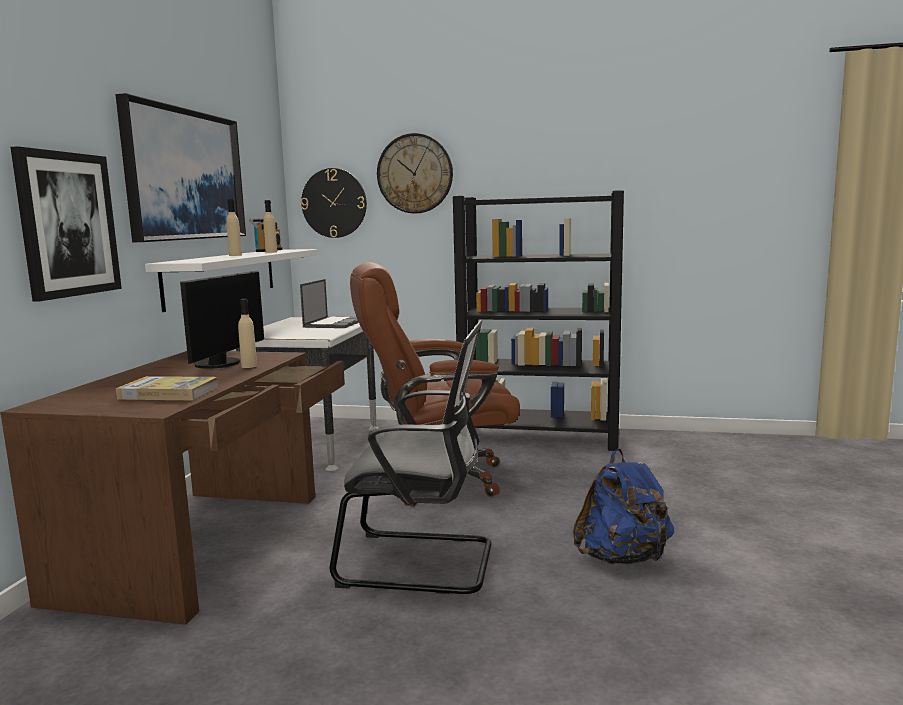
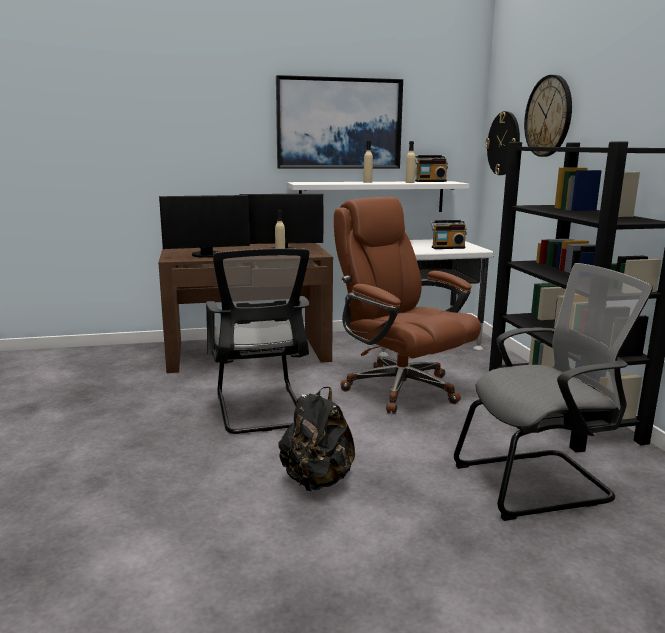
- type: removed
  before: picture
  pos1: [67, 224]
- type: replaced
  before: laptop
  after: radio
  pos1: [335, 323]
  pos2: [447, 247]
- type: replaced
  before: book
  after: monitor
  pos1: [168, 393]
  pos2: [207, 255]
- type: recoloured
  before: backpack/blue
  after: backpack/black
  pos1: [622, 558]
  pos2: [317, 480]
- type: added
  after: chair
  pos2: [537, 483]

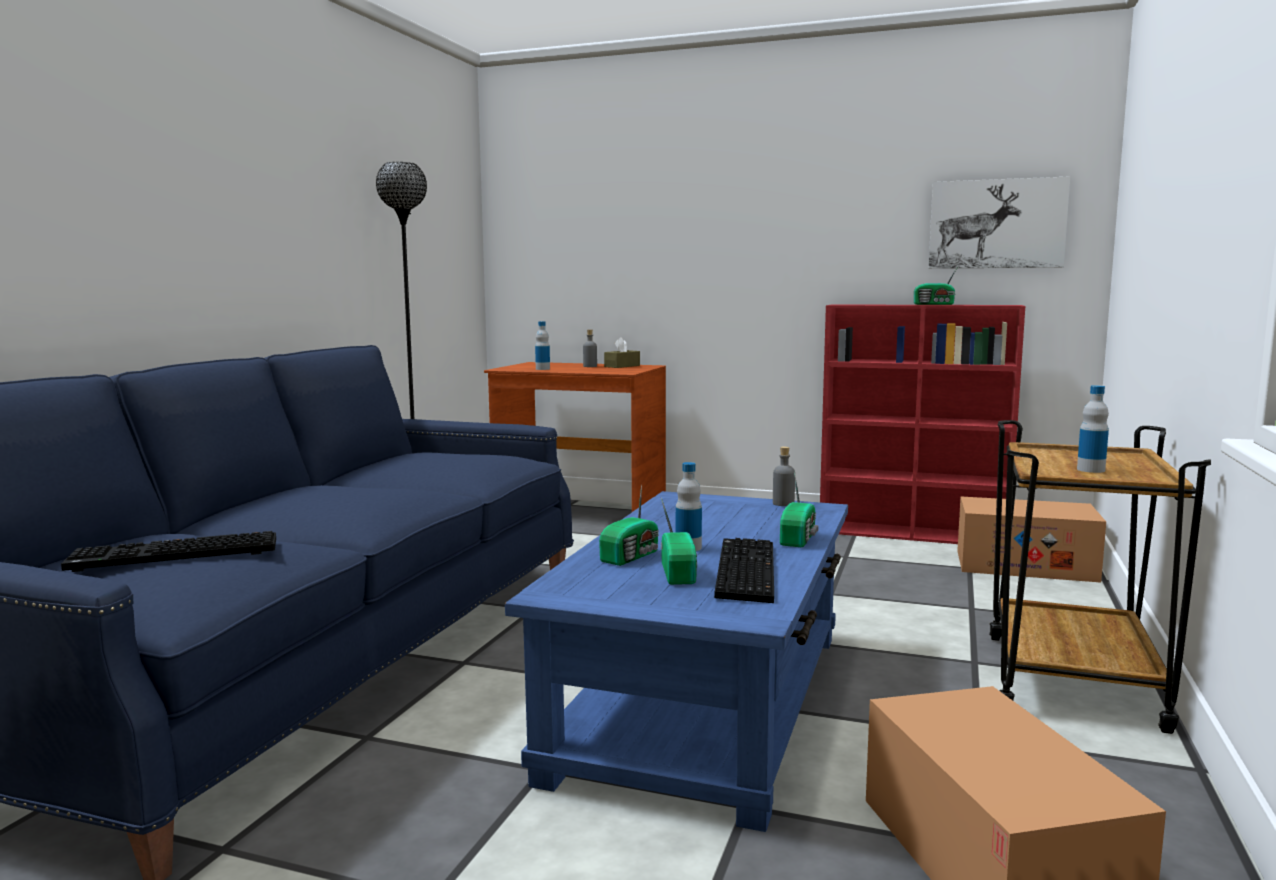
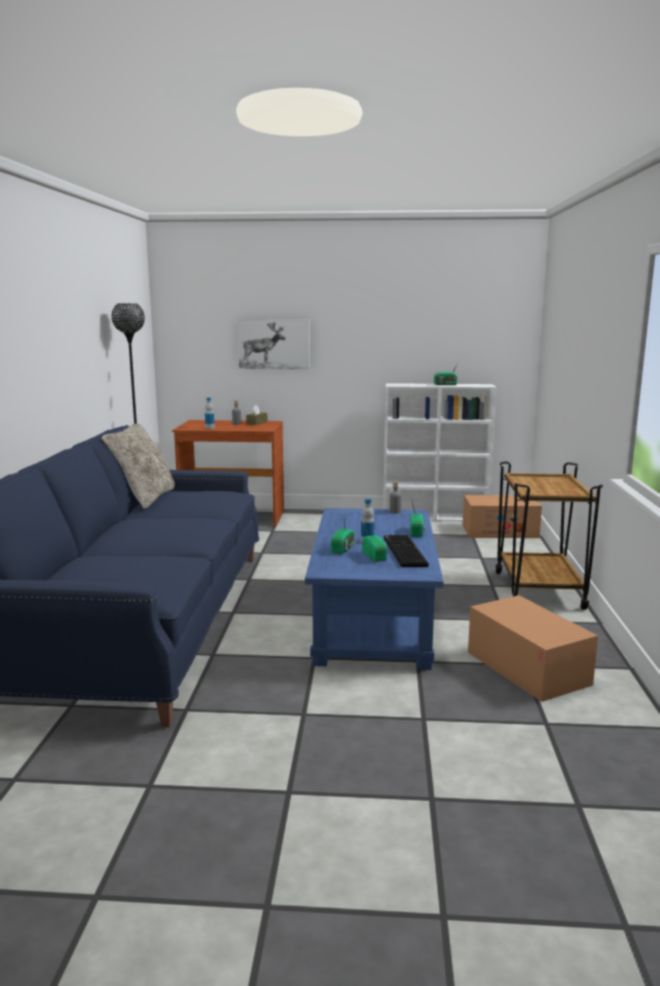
- type: moved
  before: picture
  pos1: [996, 224]
  pos2: [274, 343]
- type: recoloured
  before: bookcase/red
  after: bookcase/white
  pos1: [914, 534]
  pos2: [435, 516]
- type: removed
  before: bottle
  pos1: [1091, 470]
- type: removed
  before: keyboard
  pos1: [173, 555]
- type: added
  after: pillow/beige
  pos2: [144, 497]

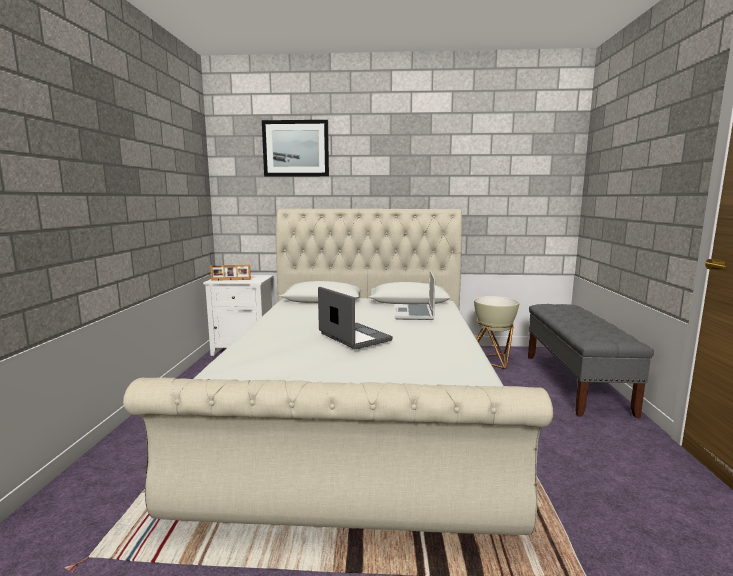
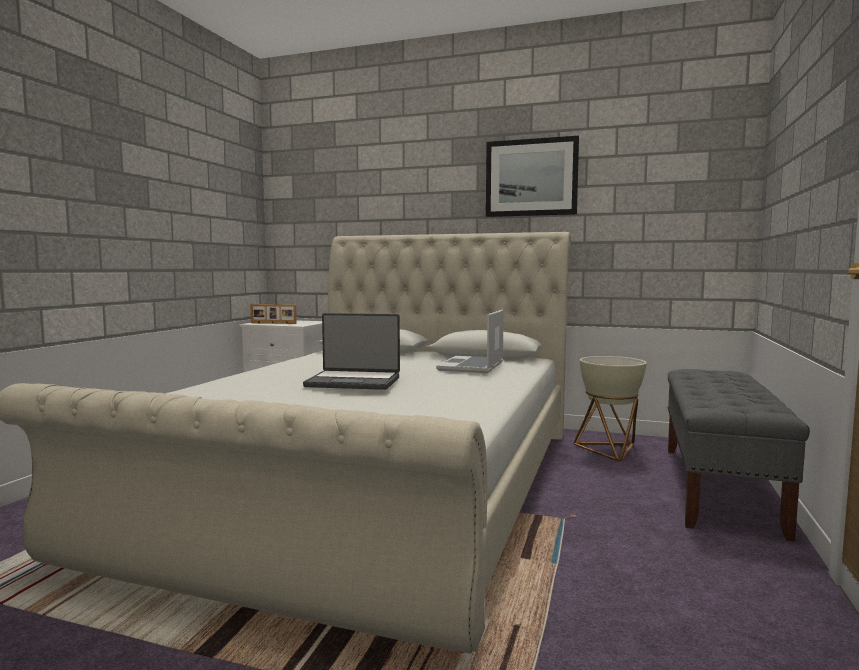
- type: moved
  before: picture
  pos1: [296, 148]
  pos2: [531, 177]
- type: turned
  before: laptop
  pos1: [353, 337]
  pos2: [354, 382]
  turn: 120

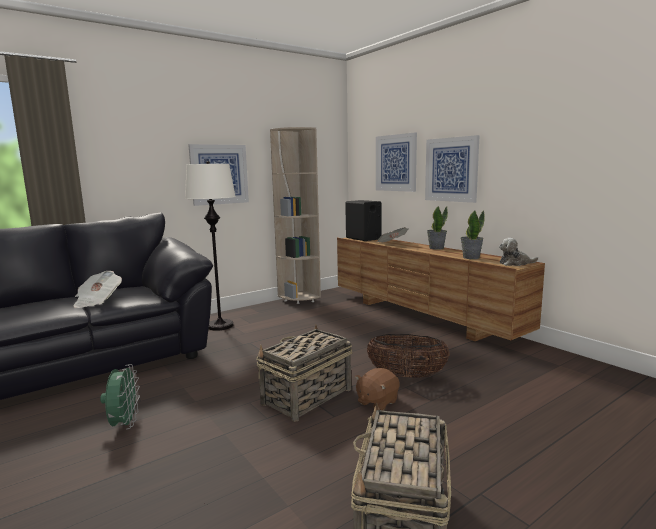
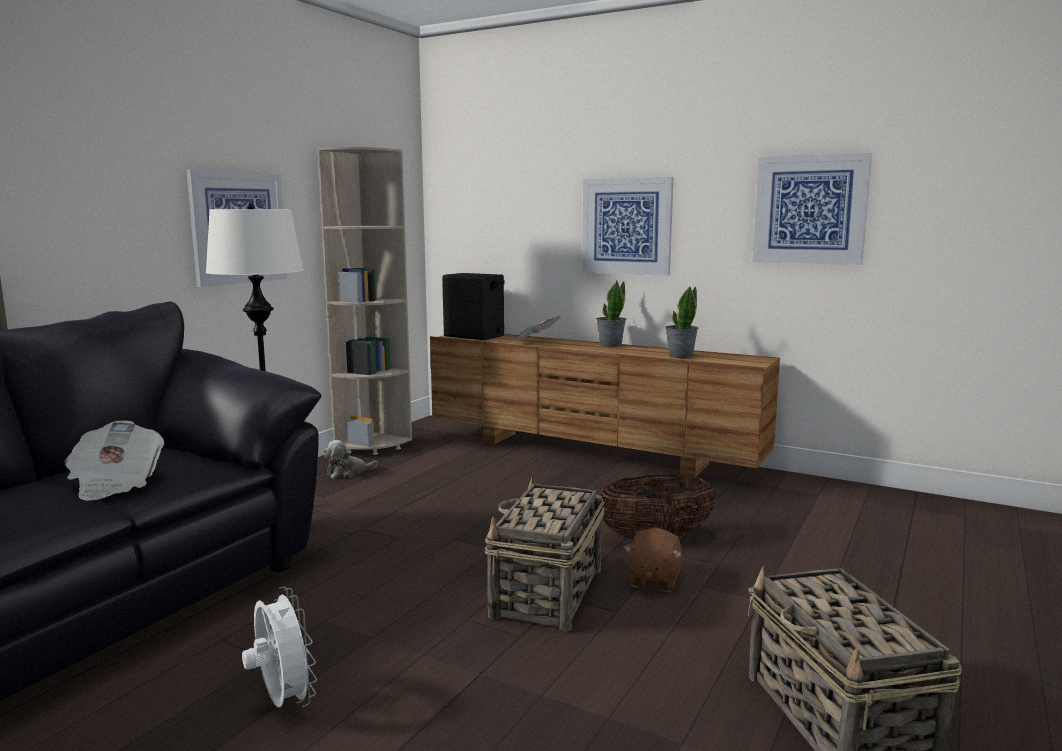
- type: moved
  before: picture
  pos1: [396, 163]
  pos2: [810, 209]
- type: moved
  before: plush toy
  pos1: [515, 263]
  pos2: [348, 473]
- type: recoloured
  before: fan/green
  after: fan/white
  pos1: [124, 424]
  pos2: [282, 702]

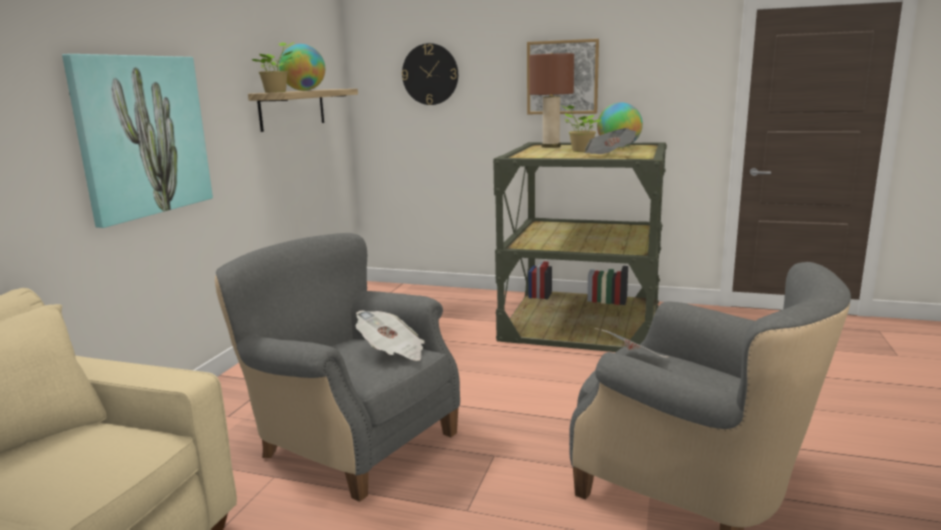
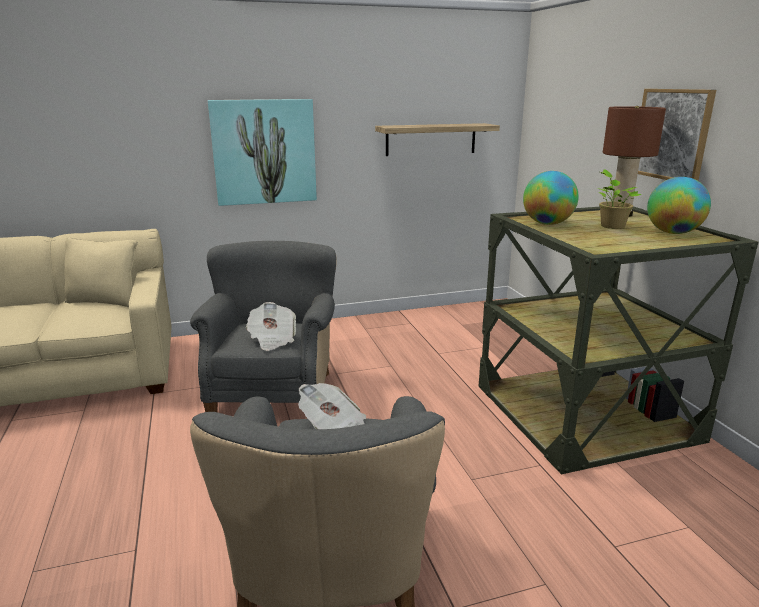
- type: removed
  before: potted plant
  pos1: [277, 92]
- type: removed
  before: wall clock
  pos1: [430, 74]
- type: moved
  before: globe
  pos1: [304, 90]
  pos2: [547, 224]
- type: removed
  before: newspaper
  pos1: [609, 156]

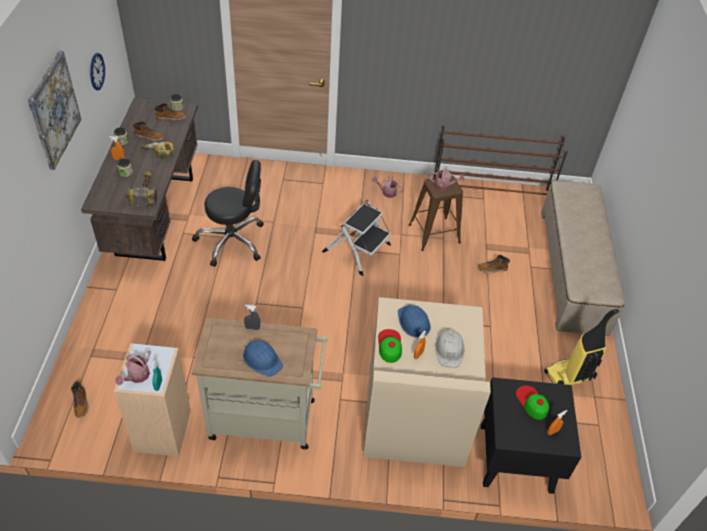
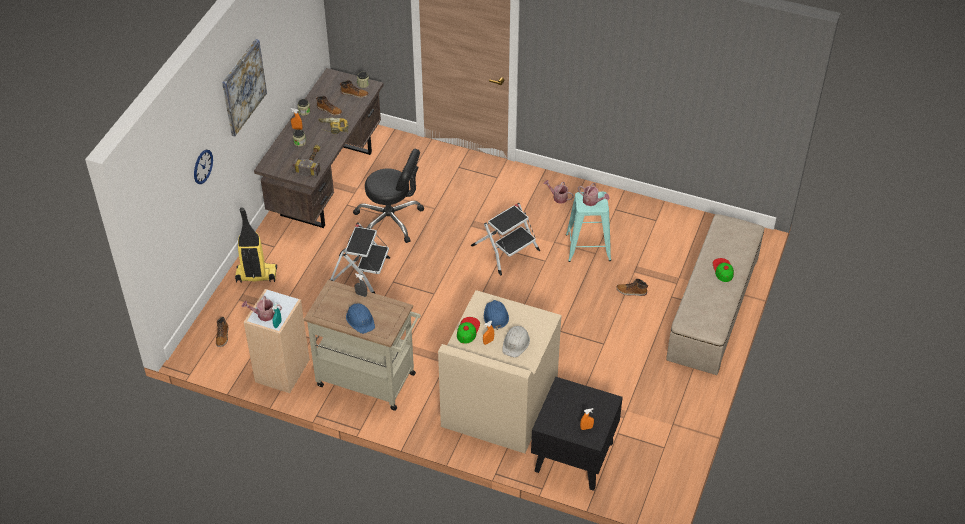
- type: moved
  before: wall clock
  pos1: [97, 71]
  pos2: [202, 166]
- type: removed
  before: shoe rack/brown
  pos1: [491, 191]
- type: recoloured
  before: stool/brown
  after: stool/turquoise
  pos1: [434, 234]
  pos2: [588, 247]
- type: moved
  before: vacuum cleaner
  pos1: [569, 376]
  pos2: [256, 276]
- type: turned
  before: watering can
  pos1: [137, 376]
  pos2: [263, 315]
  turn: 45
- type: moved
  before: cap
  pos1: [532, 402]
  pos2: [723, 270]
- type: added
  after: step ladder
  pos2: [360, 272]

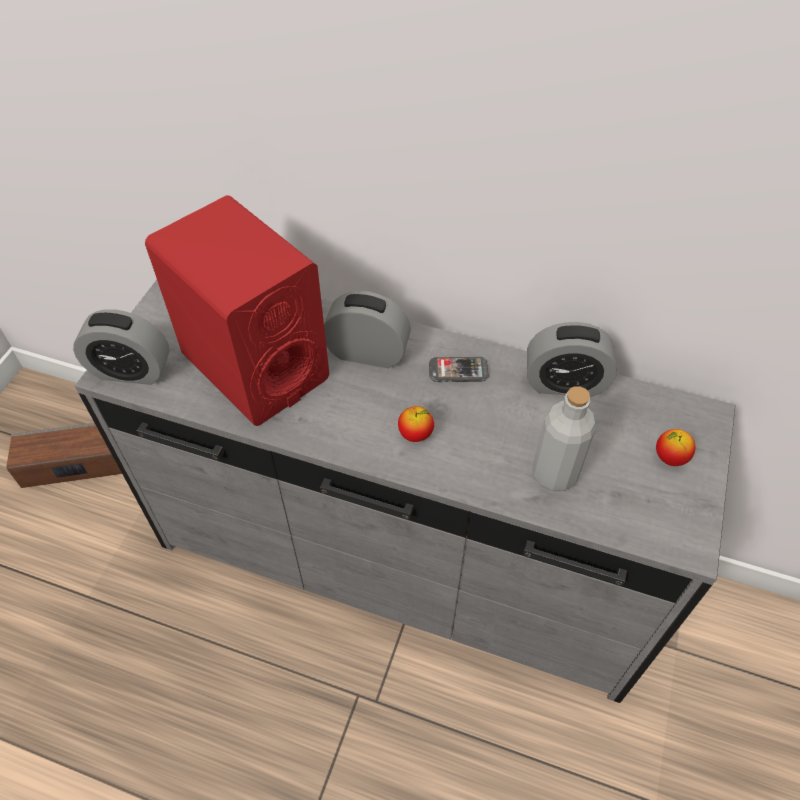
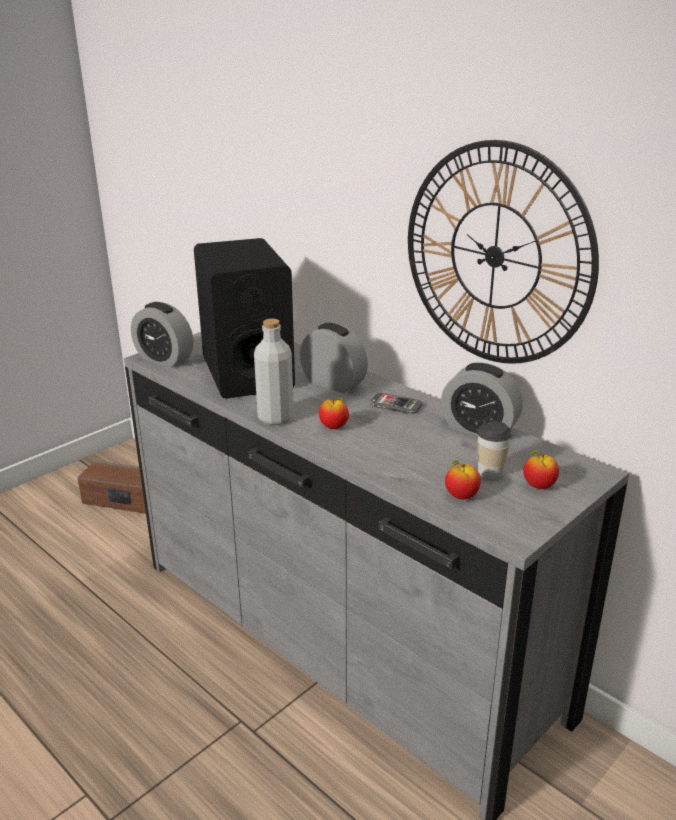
- type: recoloured
  before: speaker/red
  after: speaker/black
  pos1: [255, 366]
  pos2: [247, 373]
- type: moved
  before: bottle/grey
  pos1: [554, 474]
  pos2: [275, 418]
- type: added
  after: wall clock
  pos2: [495, 256]
- type: added
  after: cup
  pos2: [490, 472]
- type: added
  after: apple
  pos2: [461, 496]

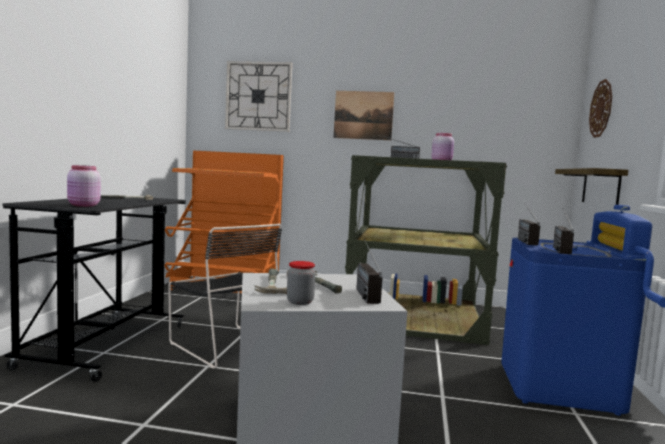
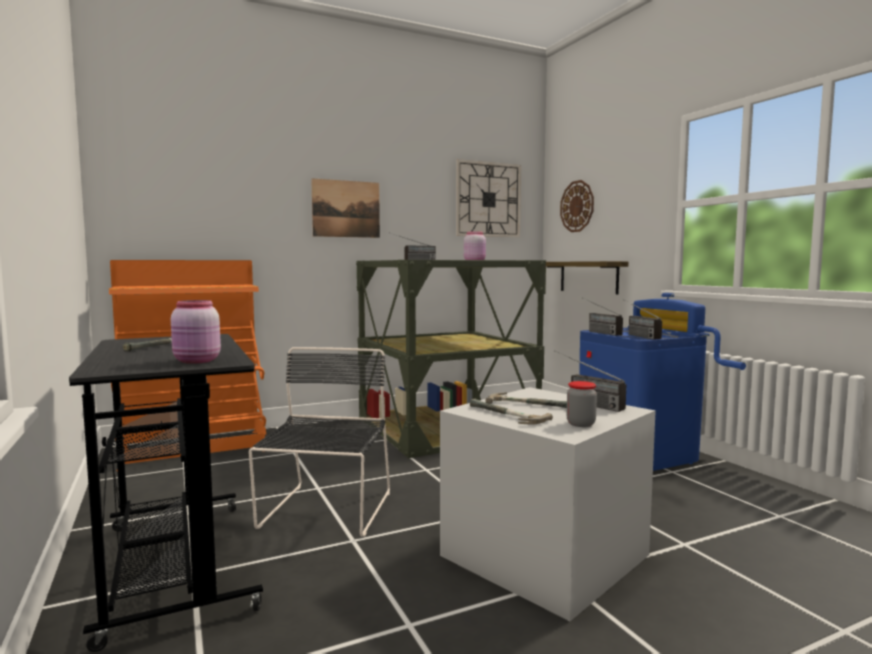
- type: moved
  before: wall clock
  pos1: [258, 96]
  pos2: [488, 199]
- type: turned
  before: chair/black
  pos1: [225, 344]
  pos2: [325, 511]
  turn: -90

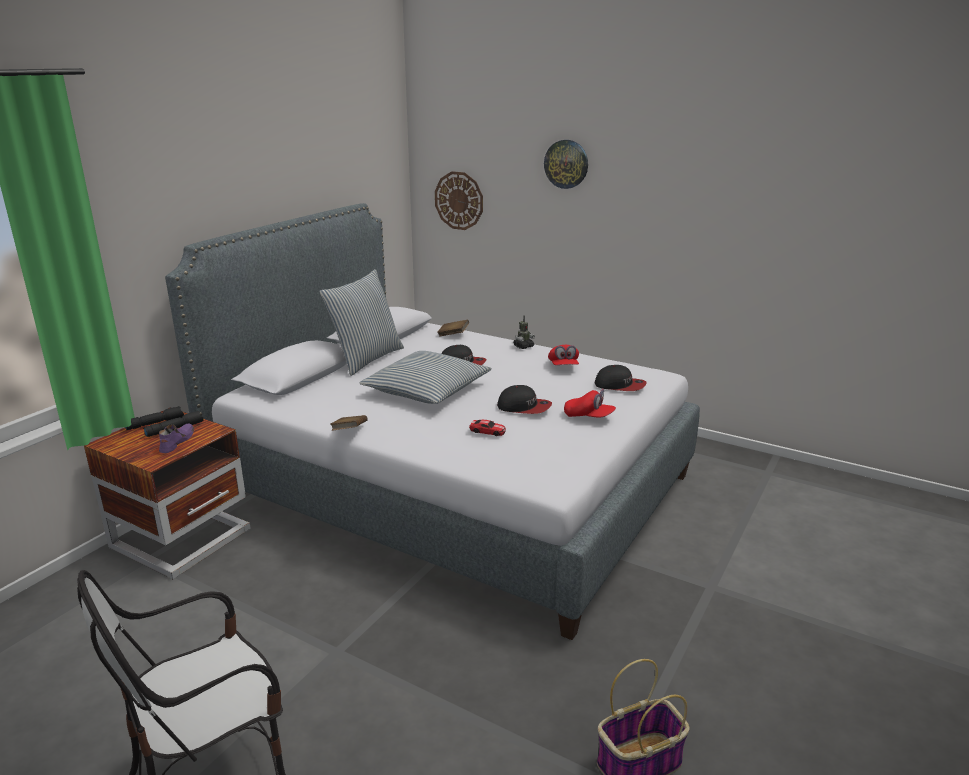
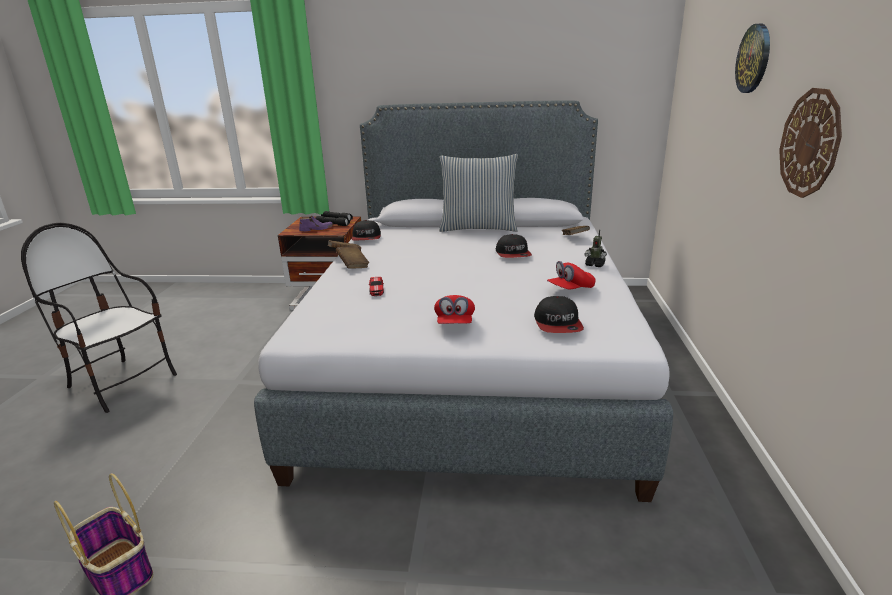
- type: moved
  before: wall clock
  pos1: [459, 200]
  pos2: [810, 143]
- type: removed
  before: pillow
  pos1: [426, 390]
- type: moved
  before: cap
  pos1: [524, 407]
  pos2: [366, 238]
- type: added
  after: book/brown
  pos2: [353, 265]

